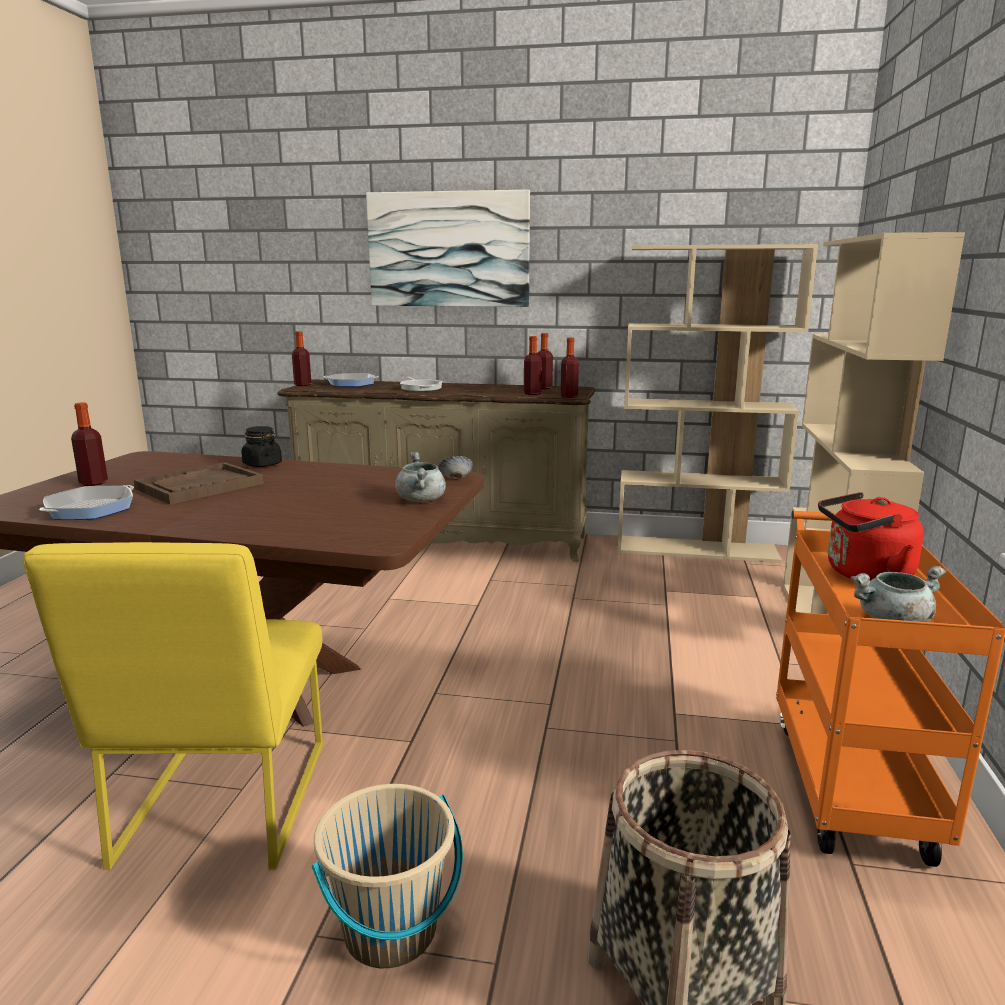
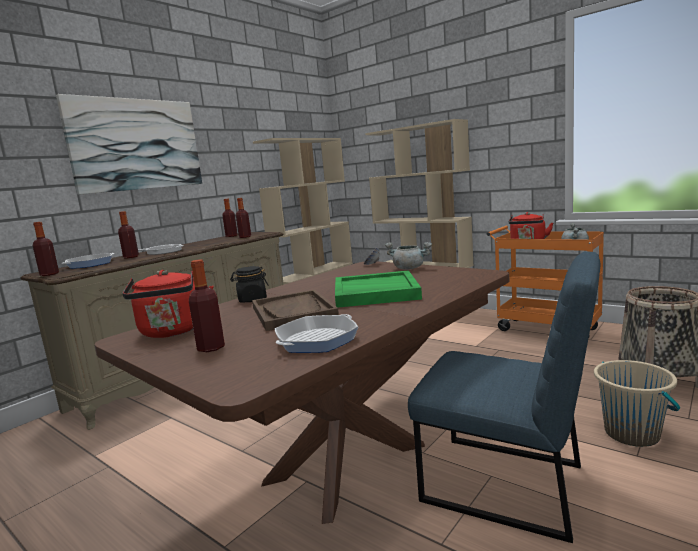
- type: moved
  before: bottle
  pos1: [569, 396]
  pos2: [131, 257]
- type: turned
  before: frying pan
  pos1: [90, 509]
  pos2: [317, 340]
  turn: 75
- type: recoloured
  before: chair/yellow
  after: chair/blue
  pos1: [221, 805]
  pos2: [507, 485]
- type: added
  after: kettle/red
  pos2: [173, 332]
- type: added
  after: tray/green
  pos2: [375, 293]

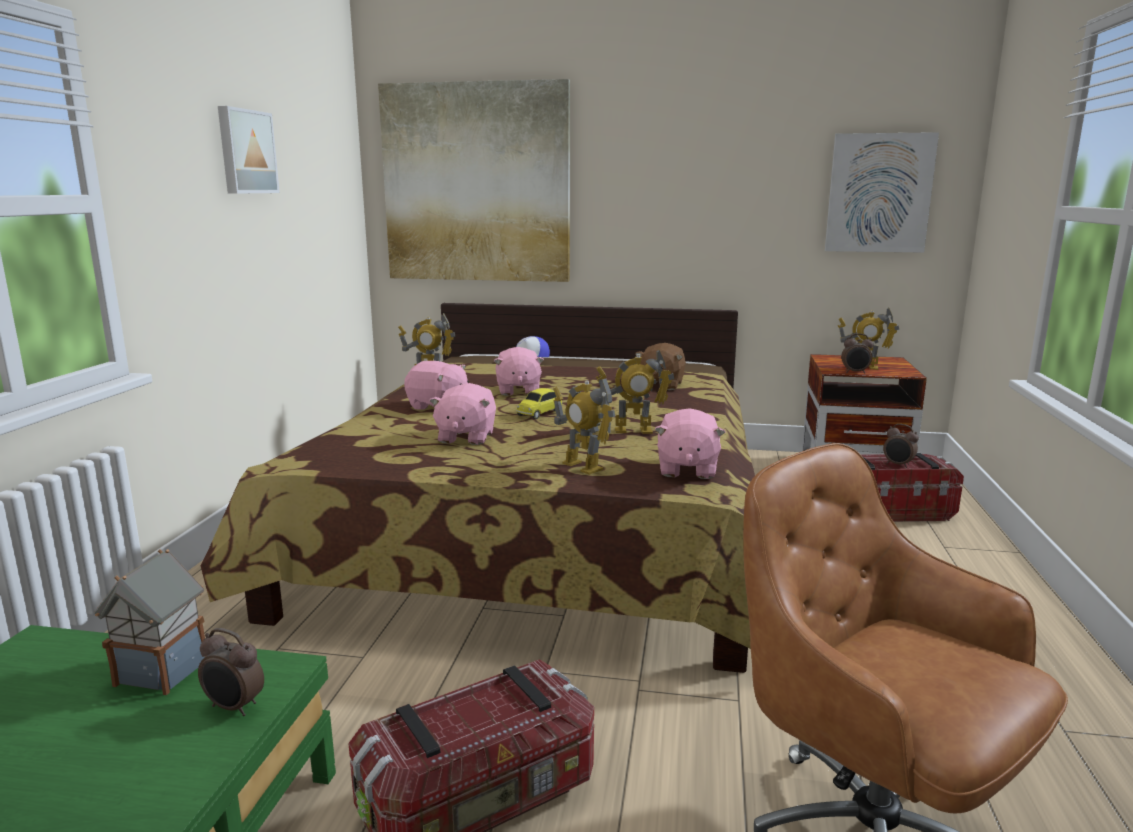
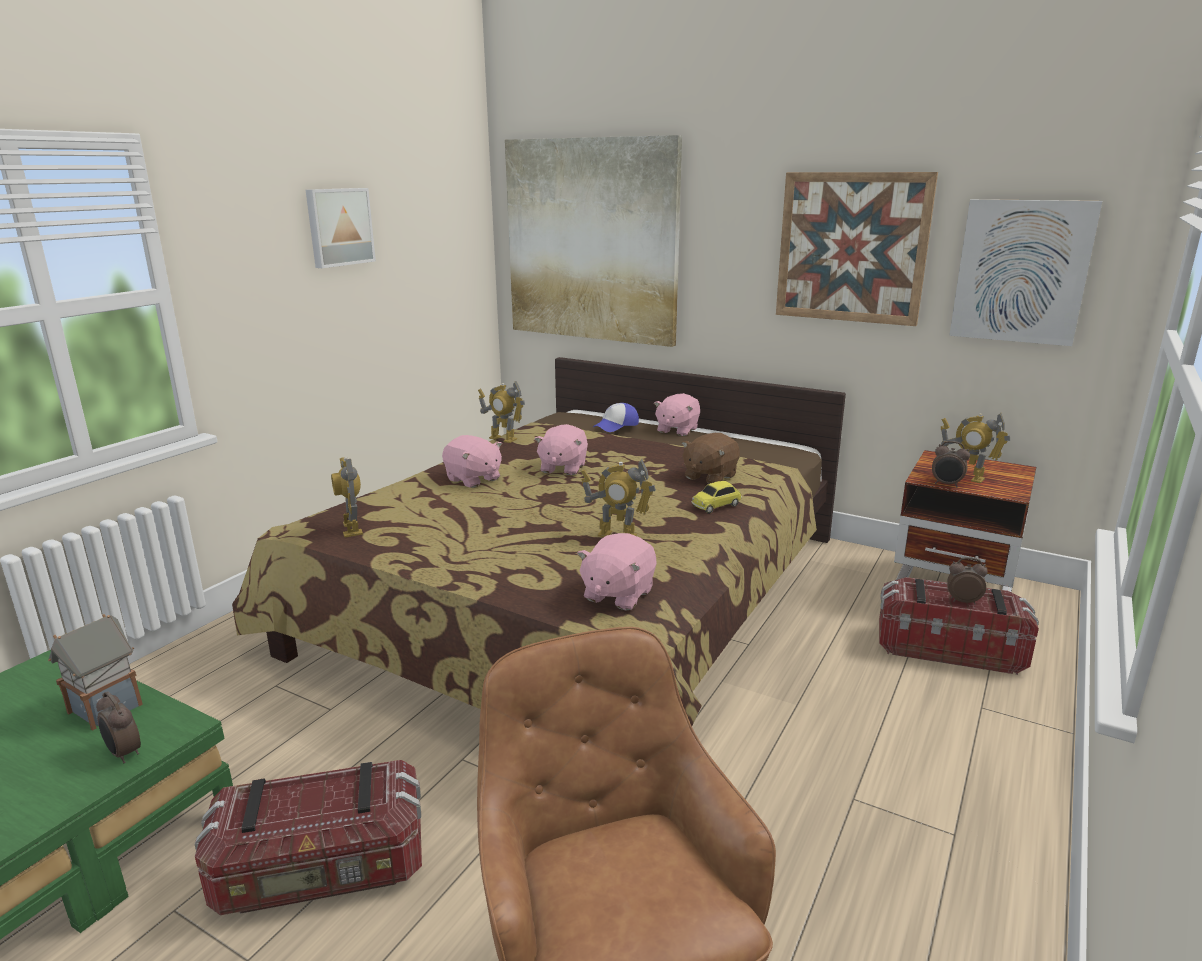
- type: moved
  before: toy robot
  pos1: [582, 466]
  pos2: [352, 529]
- type: moved
  before: plush toy/pink
  pos1: [465, 437]
  pos2: [677, 430]
- type: moved
  before: toy car
  pos1: [540, 413]
  pos2: [716, 505]
- type: turned
  before: alarm clock
  pos1: [898, 465]
  pos2: [963, 601]
  turn: 135
- type: added
  after: picture
  pos2: [851, 248]

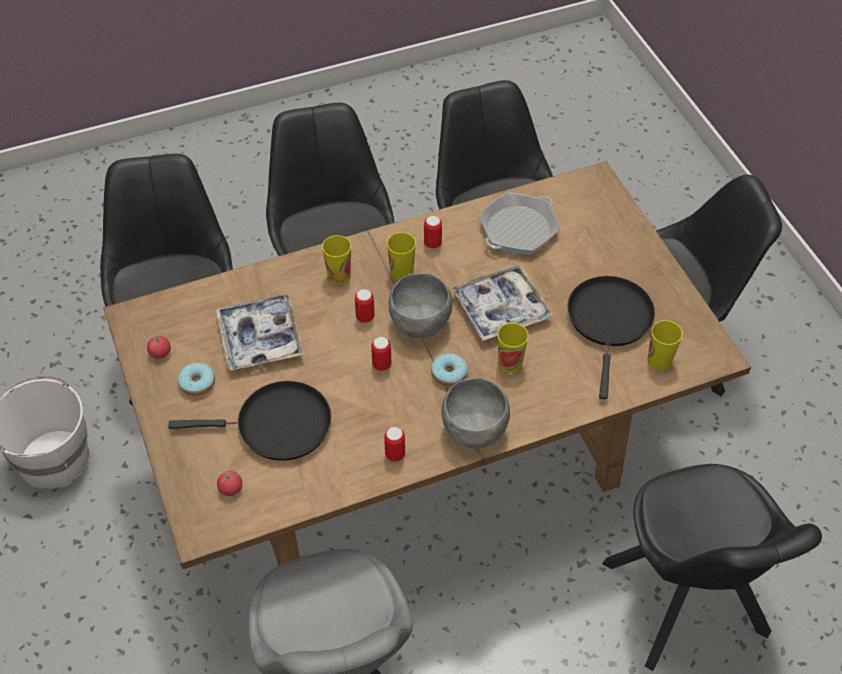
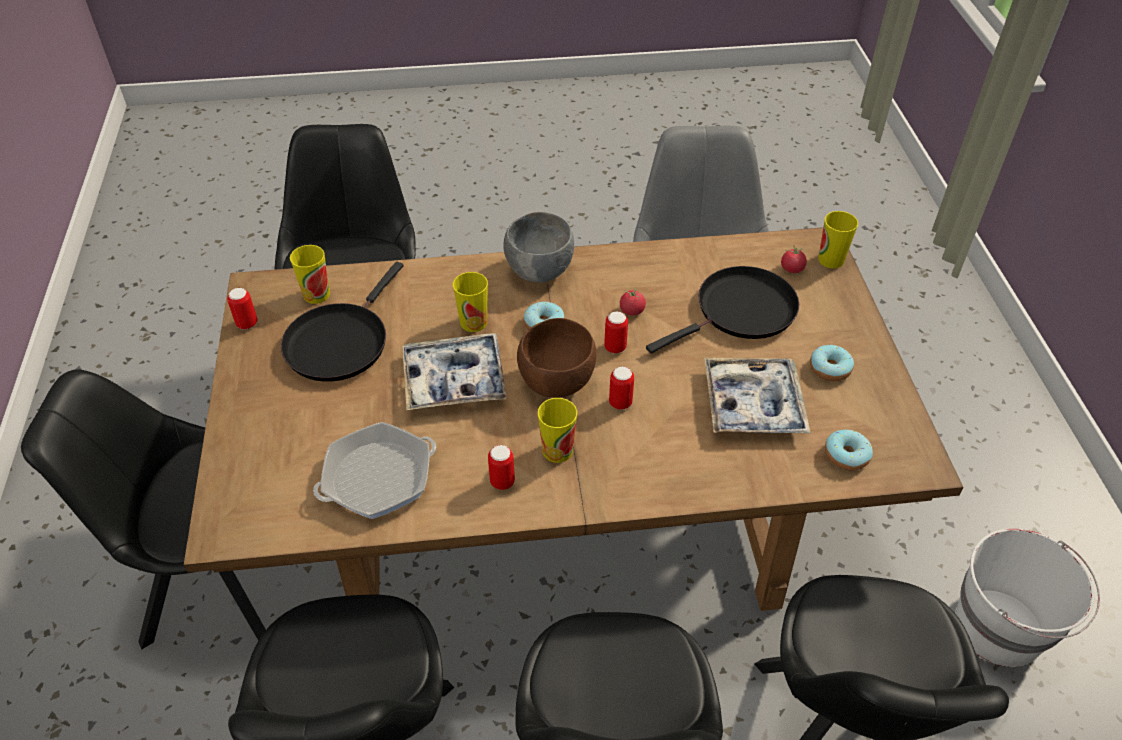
- type: moved
  before: cup
  pos1: [339, 275]
  pos2: [831, 260]
- type: recoloured
  before: bowl/grey
  after: bowl/brown
  pos1: [420, 323]
  pos2: [556, 382]
- type: moved
  before: tomato
  pos1: [160, 353]
  pos2: [632, 311]
- type: turned
  before: frying pan/black
  pos1: [277, 426]
  pos2: [740, 311]
  turn: 135
- type: moved
  before: can
  pos1: [395, 454]
  pos2: [247, 324]
- type: added
  after: donut
  pos2: [846, 455]

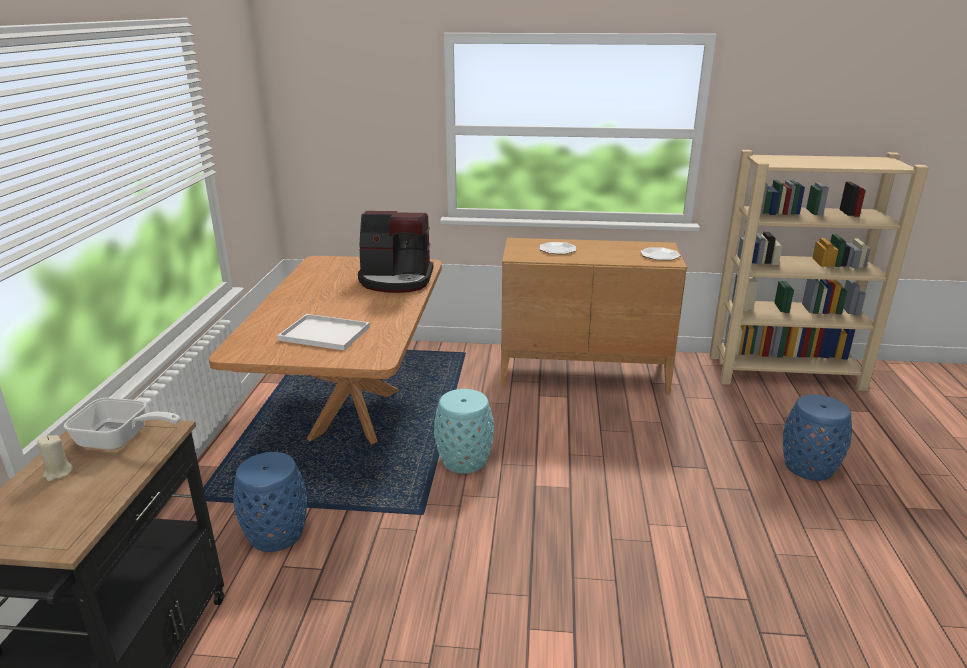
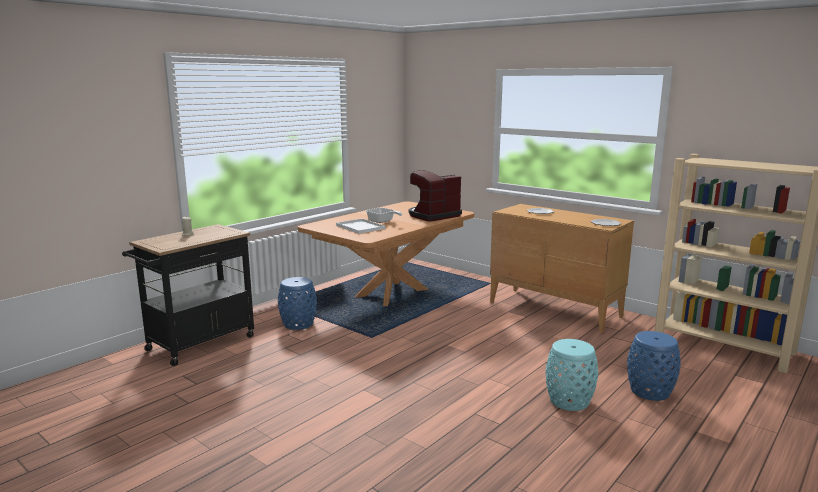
- type: turned
  before: coffee machine
  pos1: [396, 280]
  pos2: [433, 216]
  turn: 105
- type: moved
  before: stool/turquoise
  pos1: [464, 460]
  pos2: [569, 401]
- type: moved
  before: frying pan
  pos1: [120, 439]
  pos2: [382, 221]

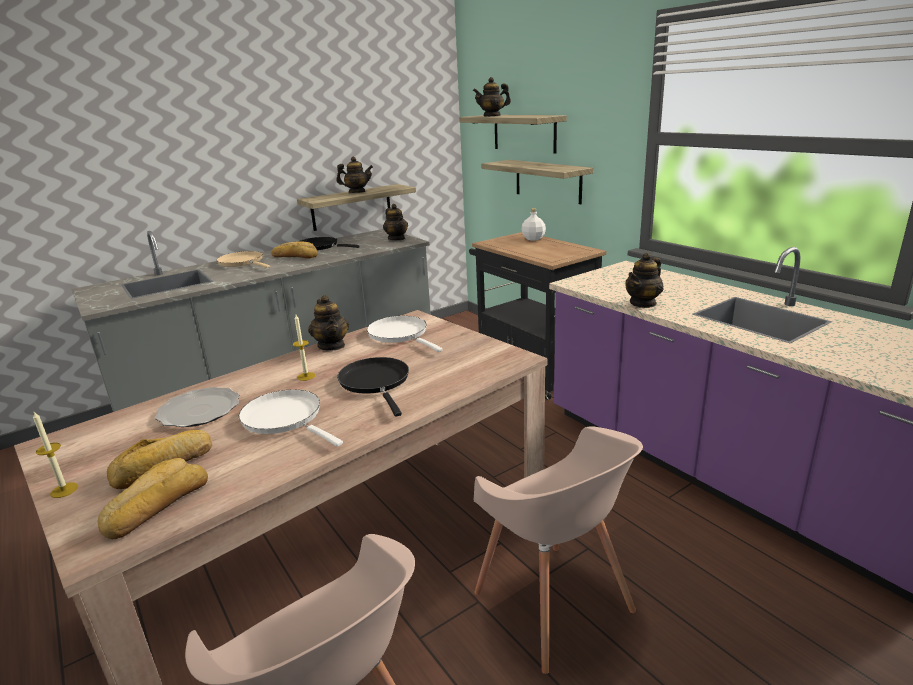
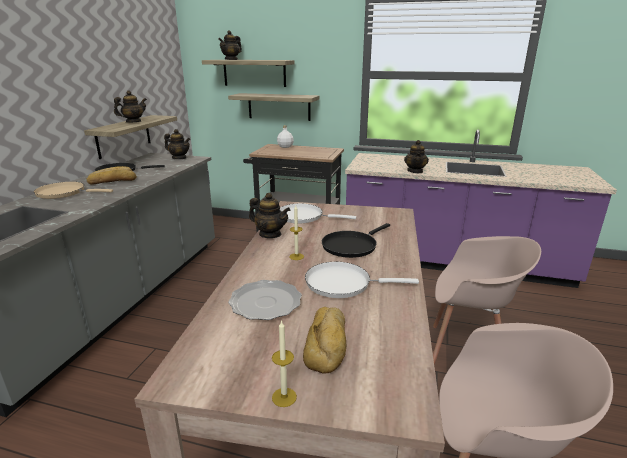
- type: turned
  before: frying pan/black
  pos1: [376, 382]
  pos2: [351, 246]
  turn: -75
- type: removed
  before: bread
  pos1: [155, 505]

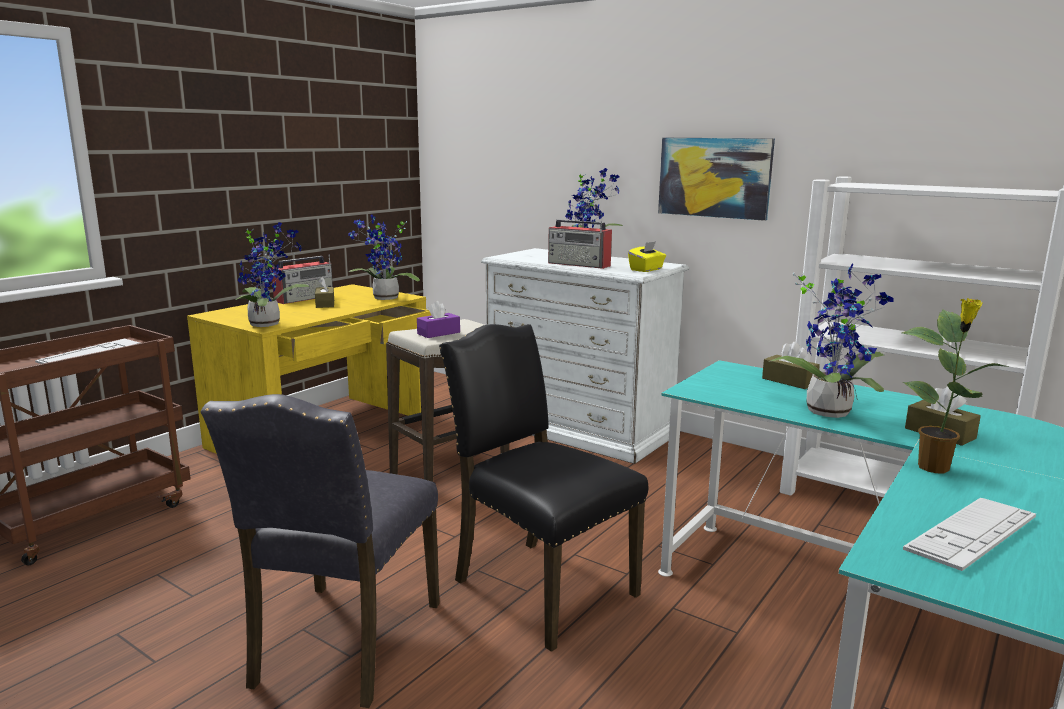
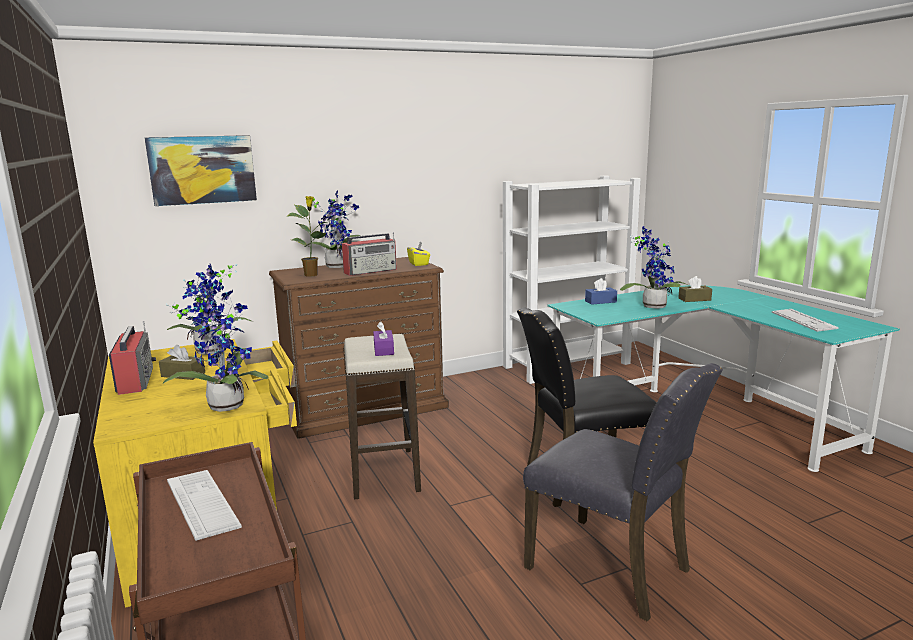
- type: moved
  before: picture
  pos1: [714, 177]
  pos2: [202, 170]
- type: recoloured
  before: dresser/white
  after: dresser/brown
  pos1: [579, 427]
  pos2: [365, 407]
- type: moved
  before: potted plant
  pos1: [935, 468]
  pos2: [312, 275]
- type: recoloured
  before: tissue box/brown
  after: tissue box/blue
  pos1: [789, 381]
  pos2: [600, 301]

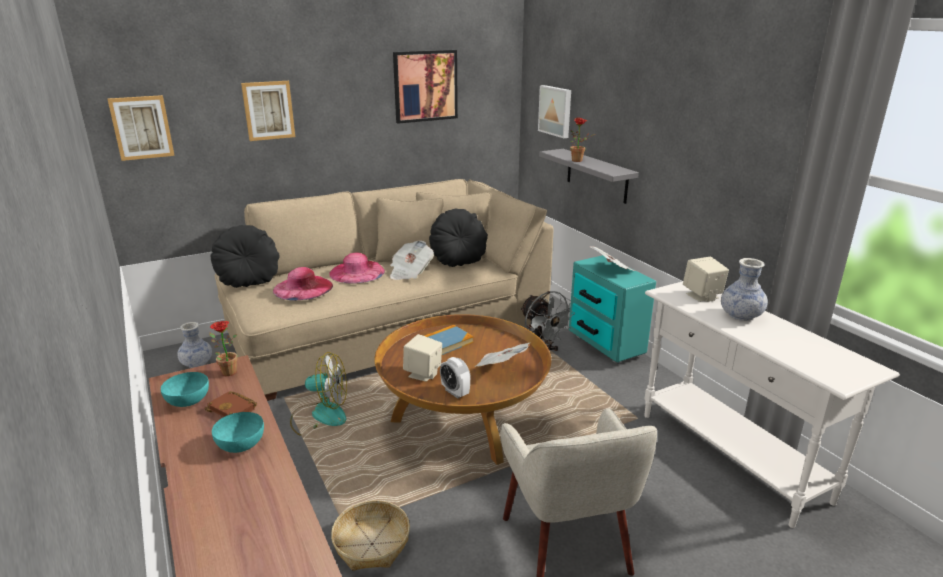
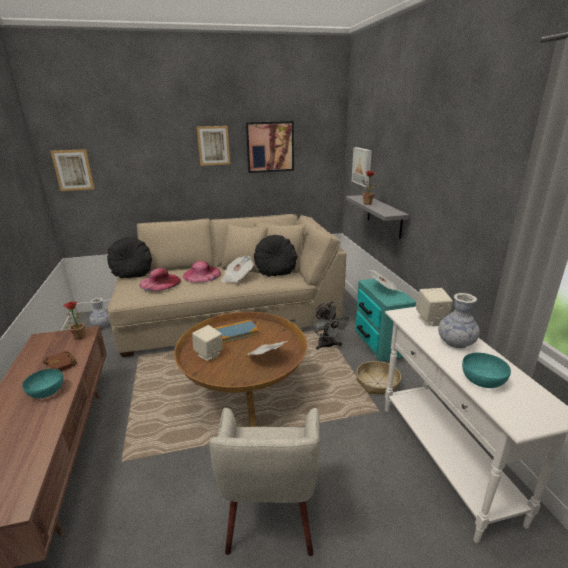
- type: moved
  before: picture
  pos1: [268, 110]
  pos2: [213, 145]
- type: removed
  before: fan
  pos1: [320, 416]
- type: removed
  before: alarm clock
  pos1: [455, 392]
- type: moved
  before: bowl/turquoise
  pos1: [188, 400]
  pos2: [483, 381]
- type: moved
  before: basket
  pos1: [371, 544]
  pos2: [377, 383]

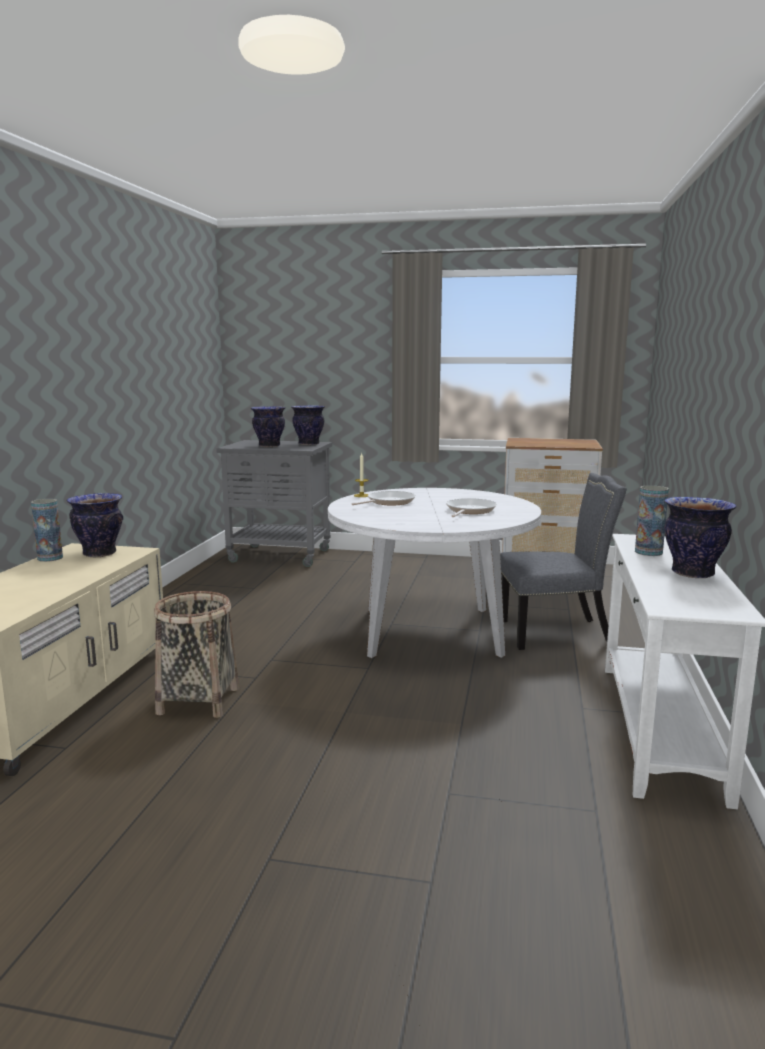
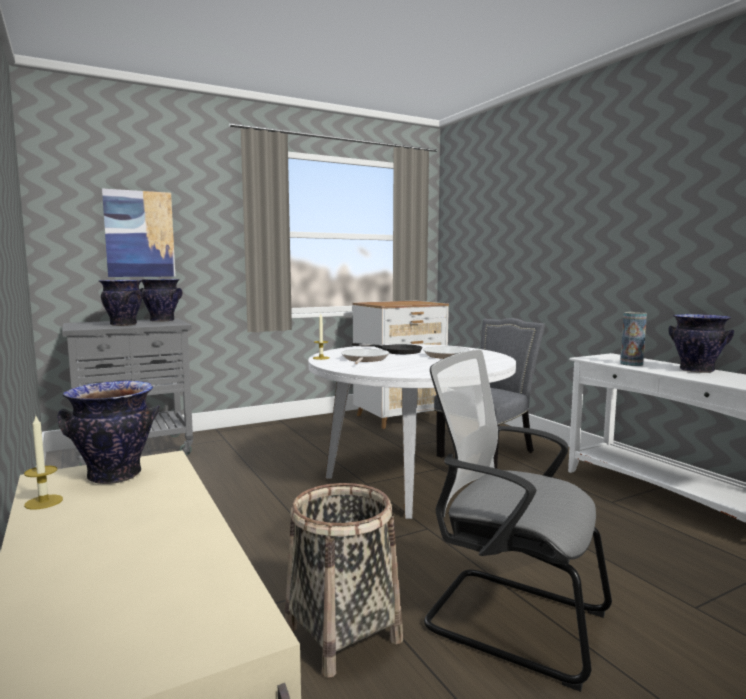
- type: replaced
  before: vase
  after: candle
  pos1: [50, 558]
  pos2: [43, 502]
- type: added
  after: picture
  pos2: [139, 234]
- type: added
  after: frying pan/black
  pos2: [395, 350]
- type: added
  after: chair
  pos2: [510, 619]

